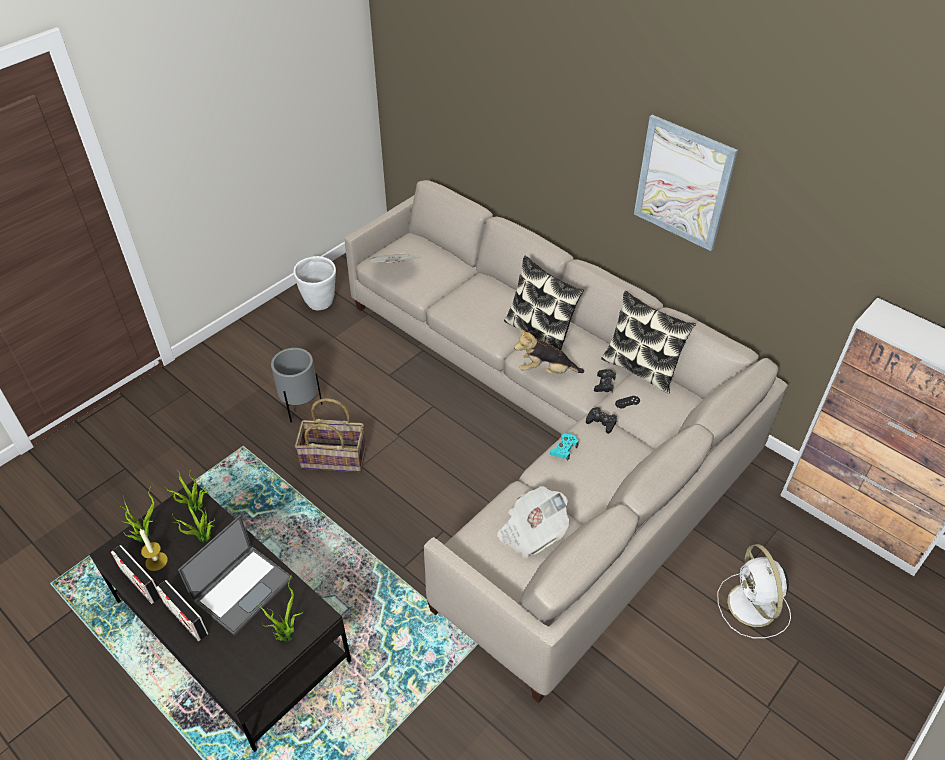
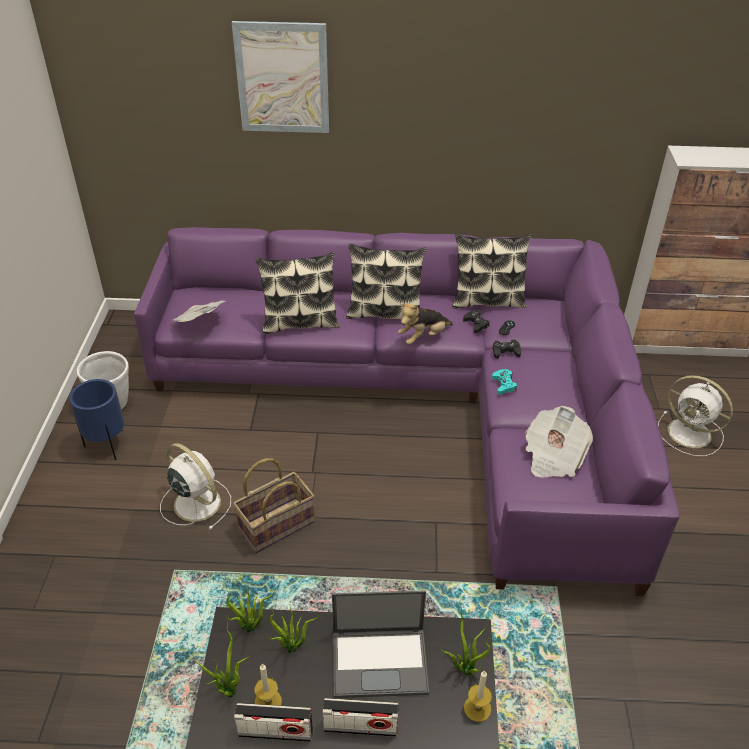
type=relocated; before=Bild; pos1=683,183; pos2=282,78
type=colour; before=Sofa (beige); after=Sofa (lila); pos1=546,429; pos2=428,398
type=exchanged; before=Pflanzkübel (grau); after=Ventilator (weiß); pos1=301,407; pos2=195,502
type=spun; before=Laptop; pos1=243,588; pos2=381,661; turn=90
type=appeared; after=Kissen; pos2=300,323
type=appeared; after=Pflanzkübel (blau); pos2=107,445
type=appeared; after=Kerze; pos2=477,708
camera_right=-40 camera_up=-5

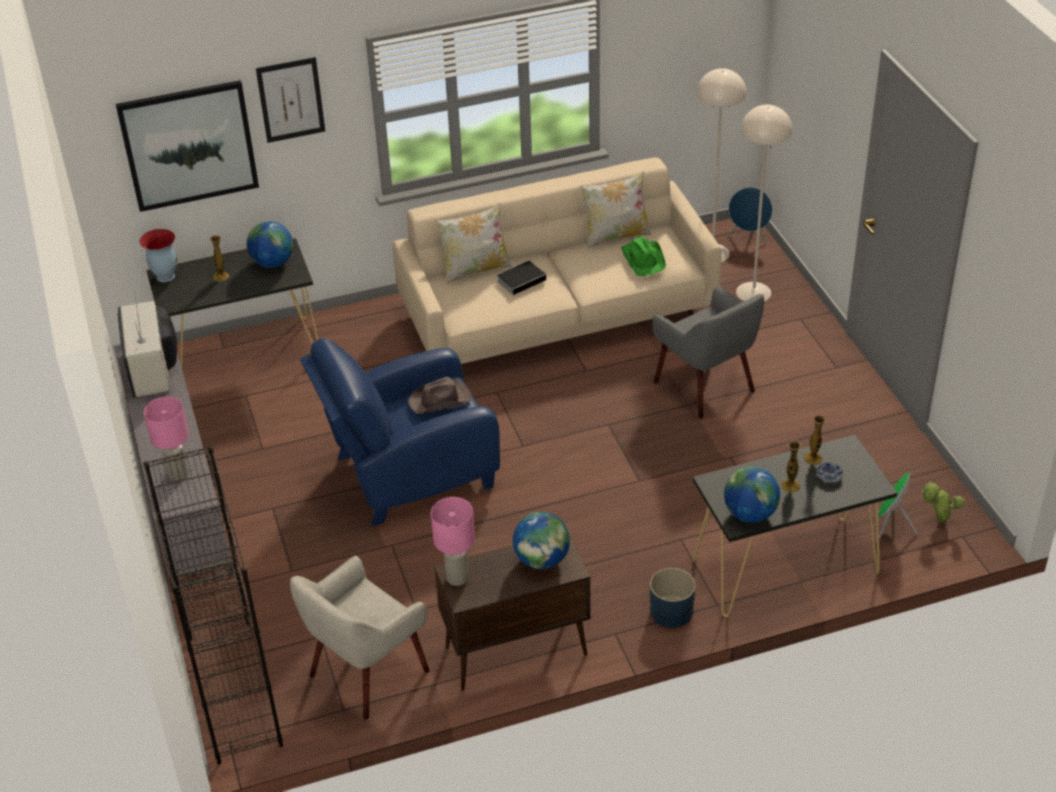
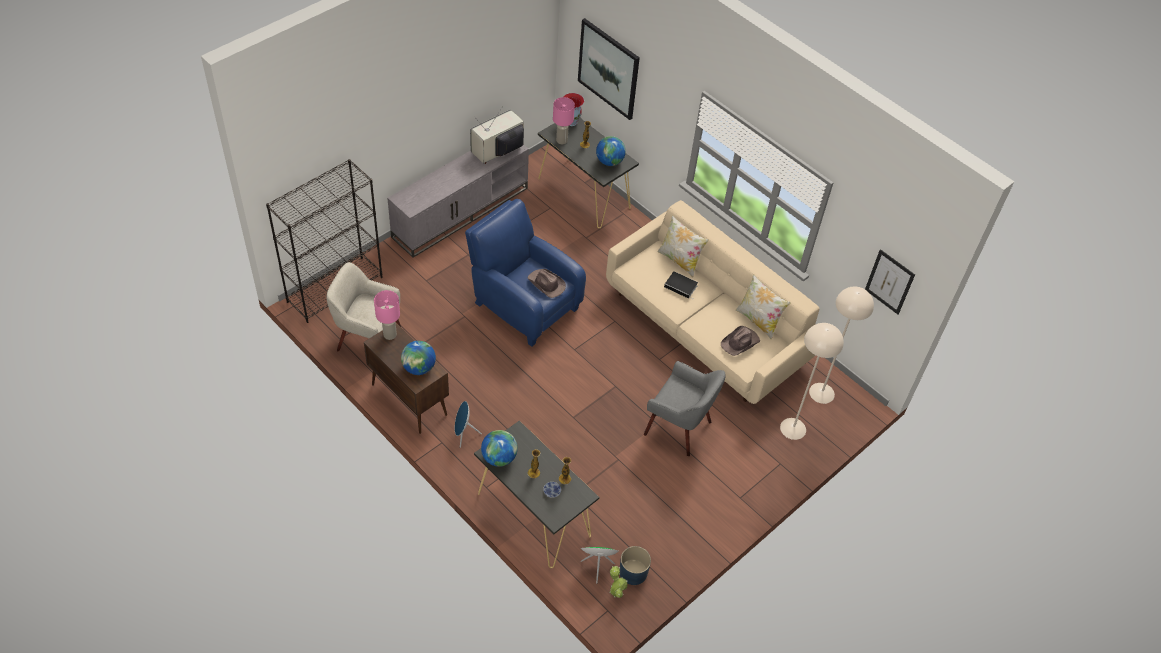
type=relocated; before=Bild; pos1=291,100; pos2=889,282
type=relocated; before=Lautsprecher (blau); pos1=749,237; pos2=463,434
type=colour; before=Hut (grün); after=Hut (braun); pos1=643,259; pos2=740,342
type=spun; before=Sessel (grau); pos1=706,386; pos2=679,427; turn=-90
type=relocated; before=Tischlampe (rosa); pos1=179,473; pos2=562,140
type=relocated; before=Pflanzkübel (blau); pos1=671,611; pos2=633,572
camera_right=60 camera_up=10

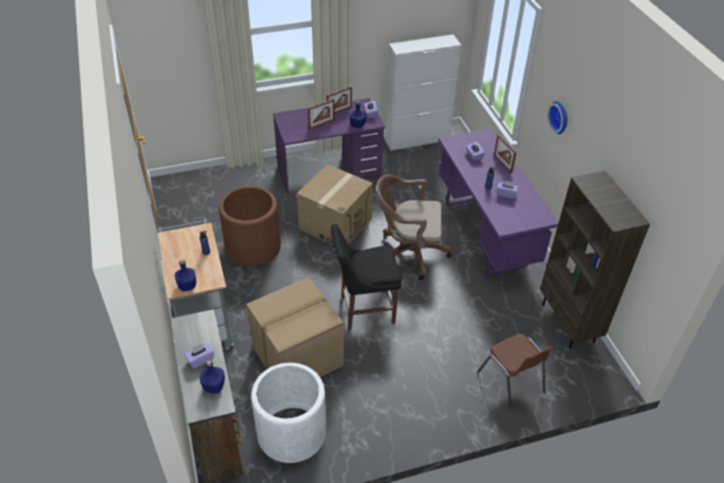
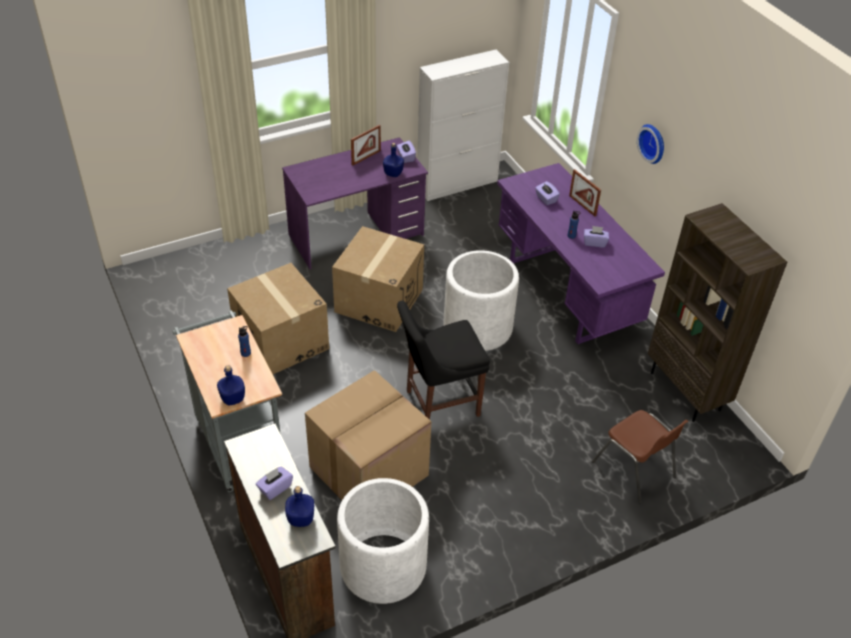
type=missing; before=Bilderrahmen; pos1=321,124
type=exchanged; before=Bürostuhl (braun); after=Pflanzkübel (weiß); pos1=408,253; pos2=477,327
type=exchanged; before=Pflanzkübel (braun); after=Karton; pos1=253,247; pos2=281,341
camera_right=-10 camera_up=0

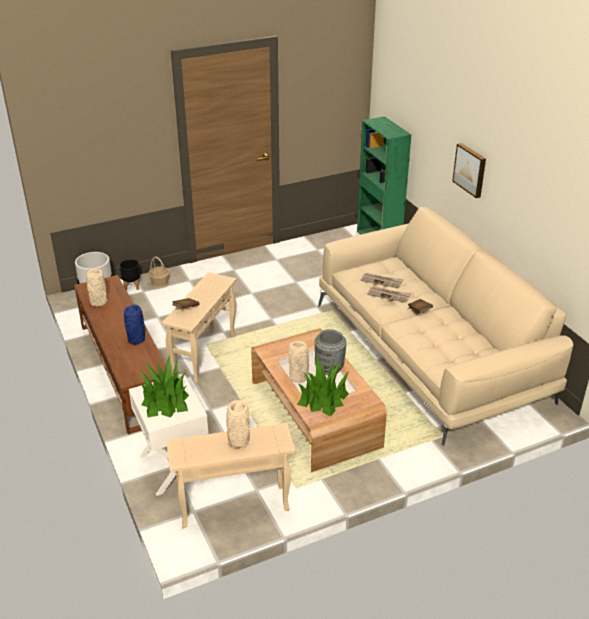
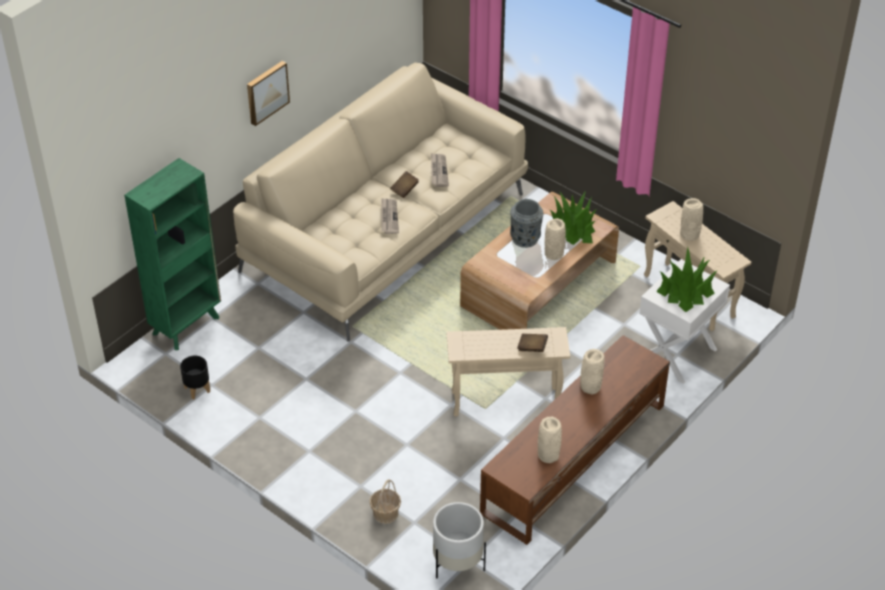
type=relocated; before=Pflanzkübel (schwarz); pos1=132,286; pos2=197,390
type=relocated; before=Zeitung; pos1=381,281; pos2=438,171
type=colour; before=Vase (blau); after=Vase (beige); pos1=136,339; pos2=590,387
camera_right=-115 camera_up=10

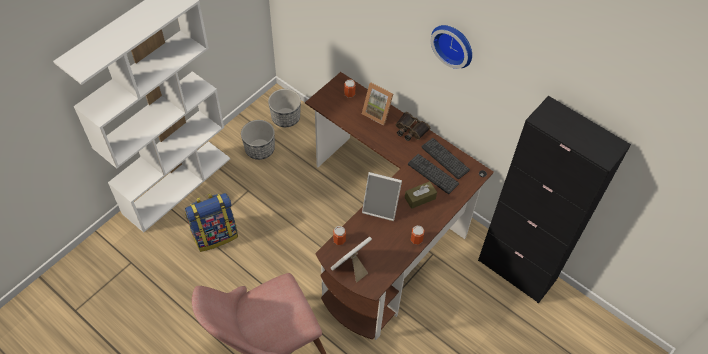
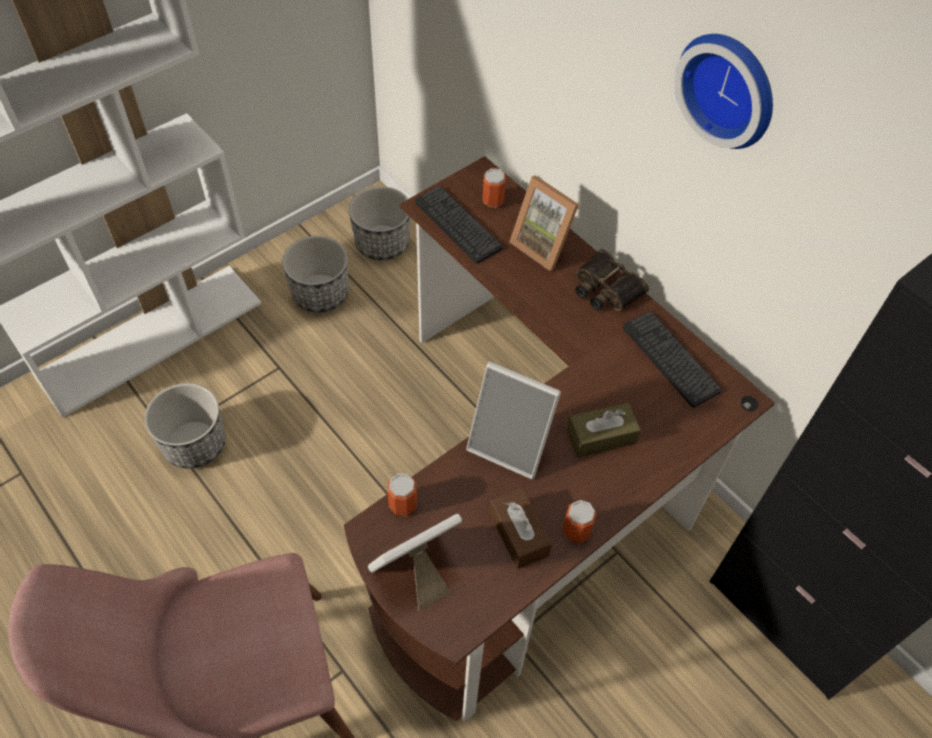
type=relocated; before=Tastatur; pos1=433,174; pos2=457,225
type=exchanged; before=Rucksack; after=Pflanzkübel; pos1=215,234; pos2=195,443
type=appeared; after=Taschentuchbox (braun); pos2=518,534
camera_right=10 camera_up=0

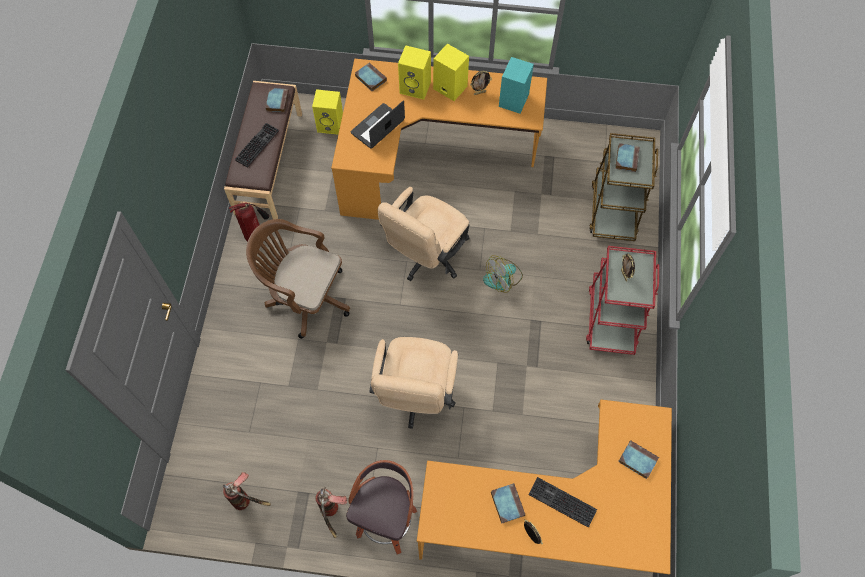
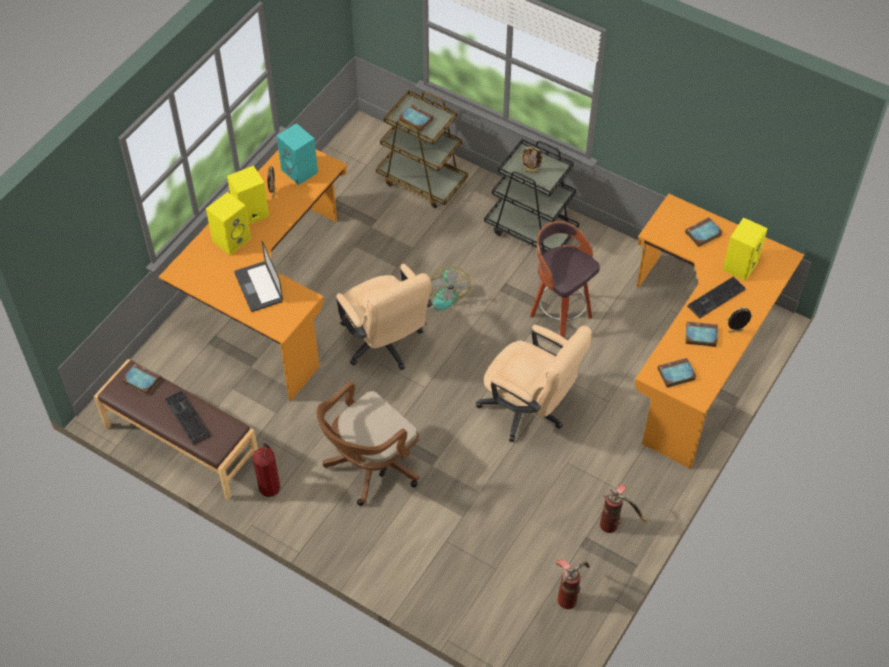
type=relocated; before=Buch; pos1=370,78; pos2=675,375
type=relocated; before=Lautsprecher (gelb); pos1=331,124; pos2=739,264
type=colour; before=Rollwagen (rot); after=Rollwagen (schwarz); pos1=611,318; pos2=531,230
type=relocated; before=Hocker; pos1=387,521; pos2=559,315
camera_right=-65 camera_up=-10

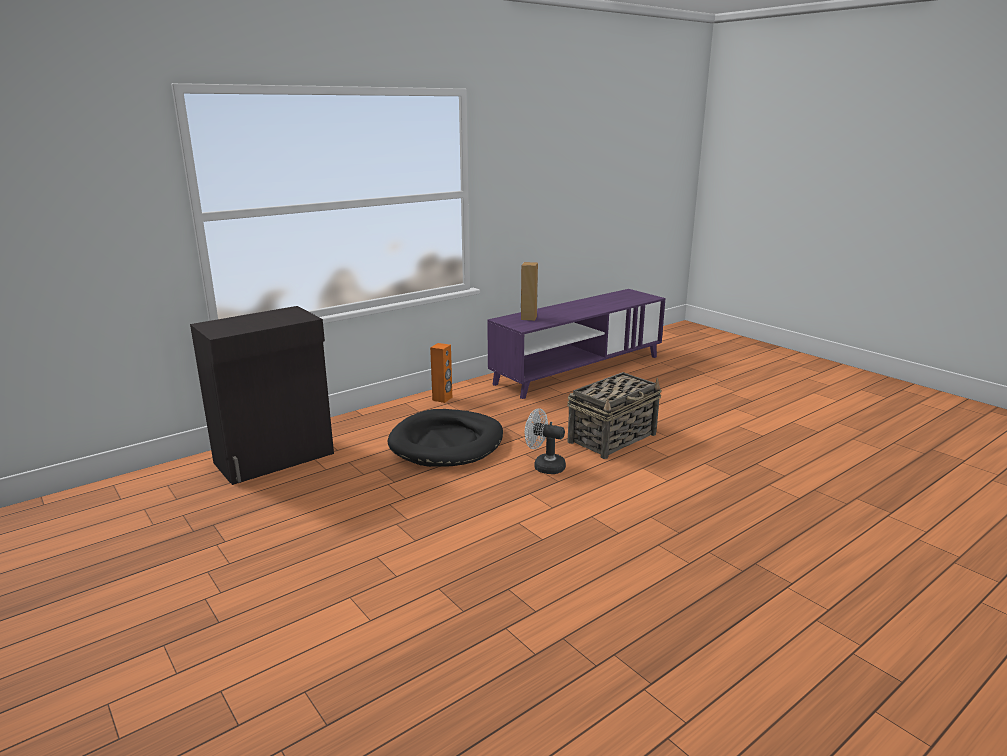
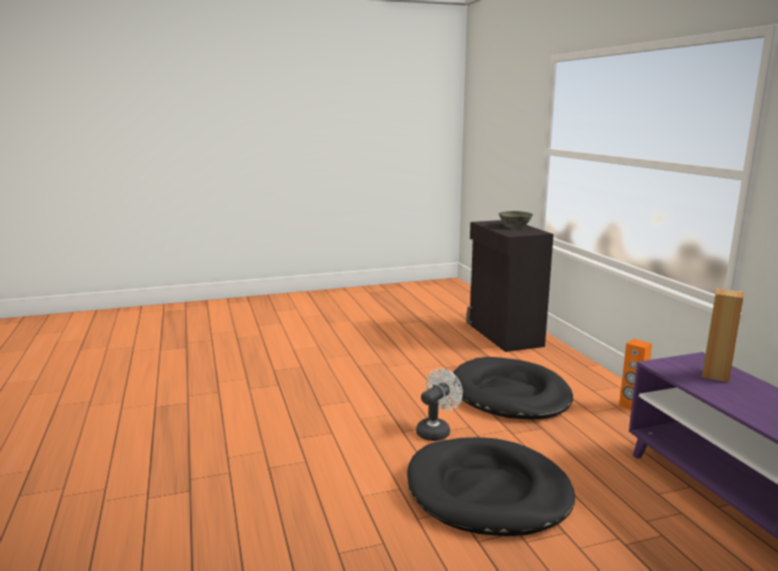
type=exchanged; before=Korb; after=Hundebett (schwarz); pos1=613,438; pos2=488,491
type=appeared; after=Schüssel (grau); pos2=514,227
camera_right=110 camera_up=-5

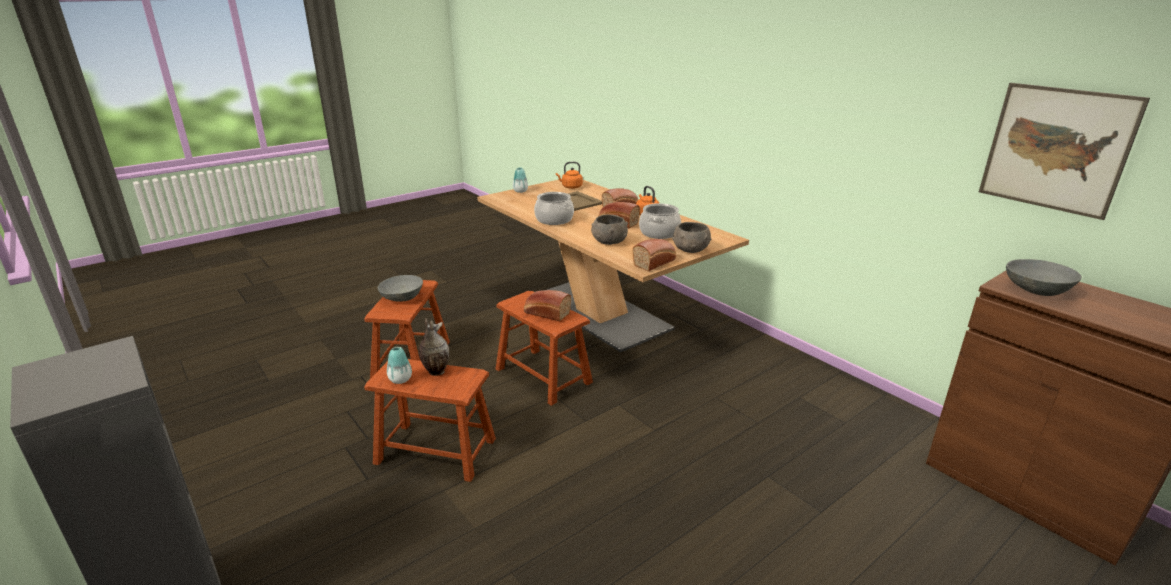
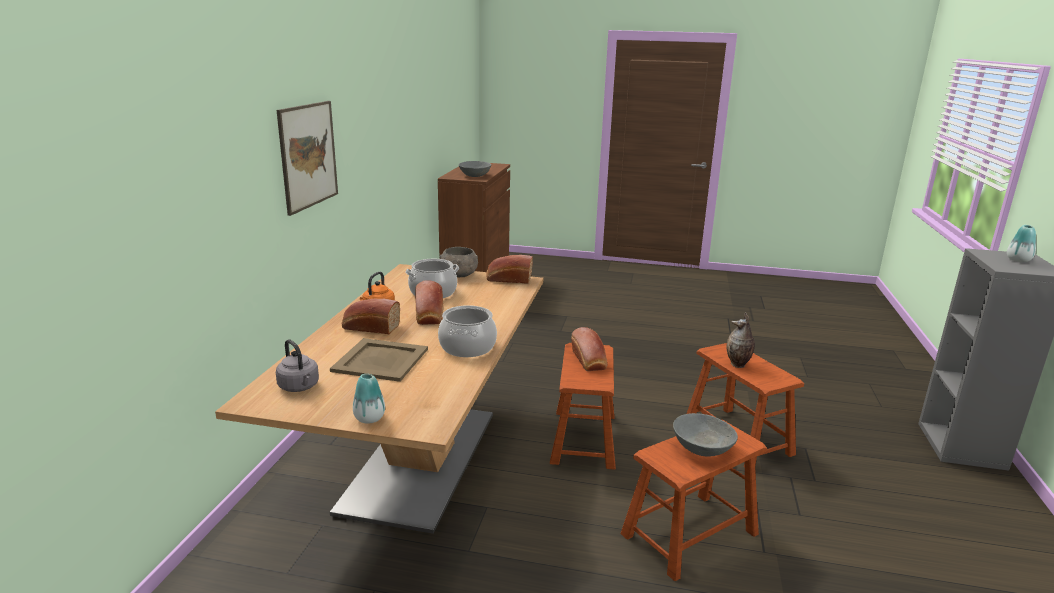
type=relocated; before=Bild; pos1=1056,149; pos2=308,155
type=colour; before=Wasserkessel (orange); after=Wasserkessel (grau); pos1=570,187; pos2=299,387
type=missing; before=Schüssel (grau); pos1=609,241
type=relocated; before=Vase; pos1=400,379; pos2=1018,260
camera_right=-130 camera_up=-5

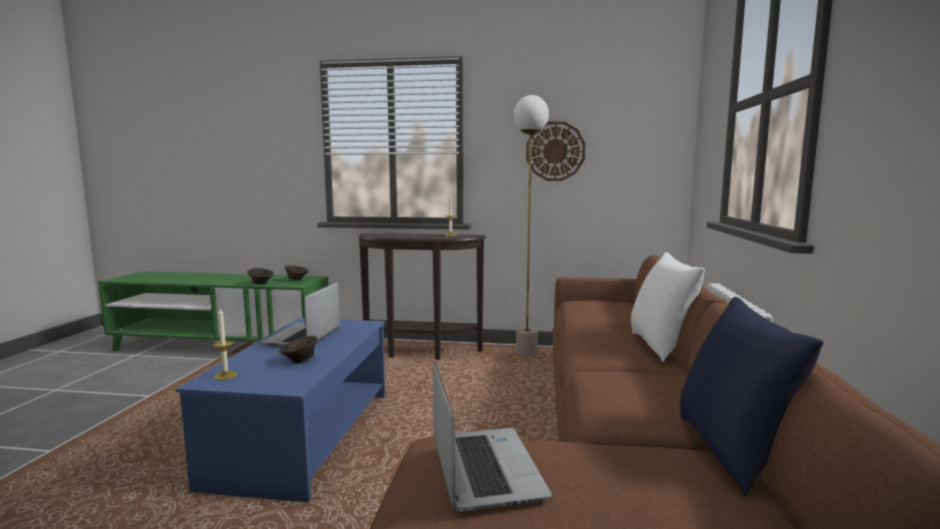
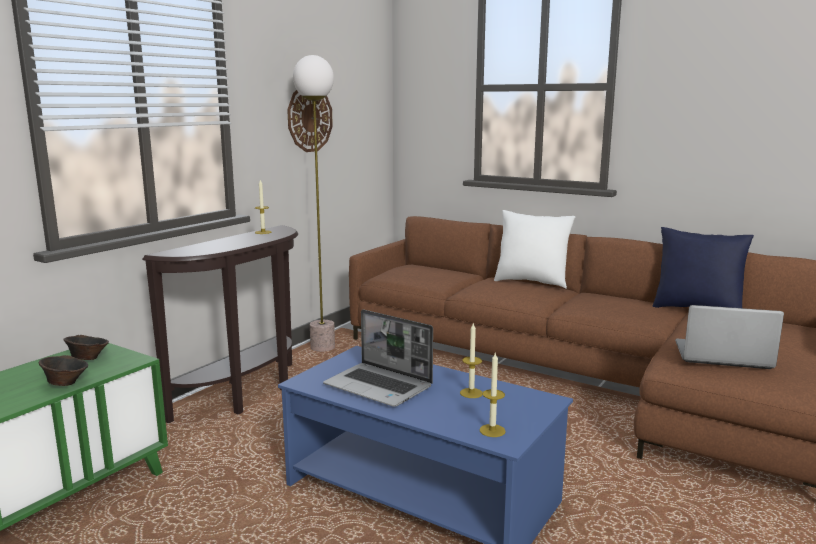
type=exchanged; before=Schüssel (braun); after=Kerze; pos1=300,361; pos2=471,393
camera_right=-65 camera_up=5

